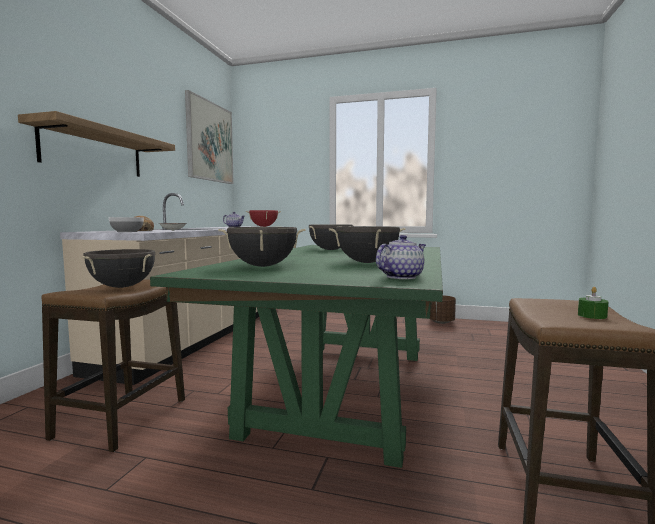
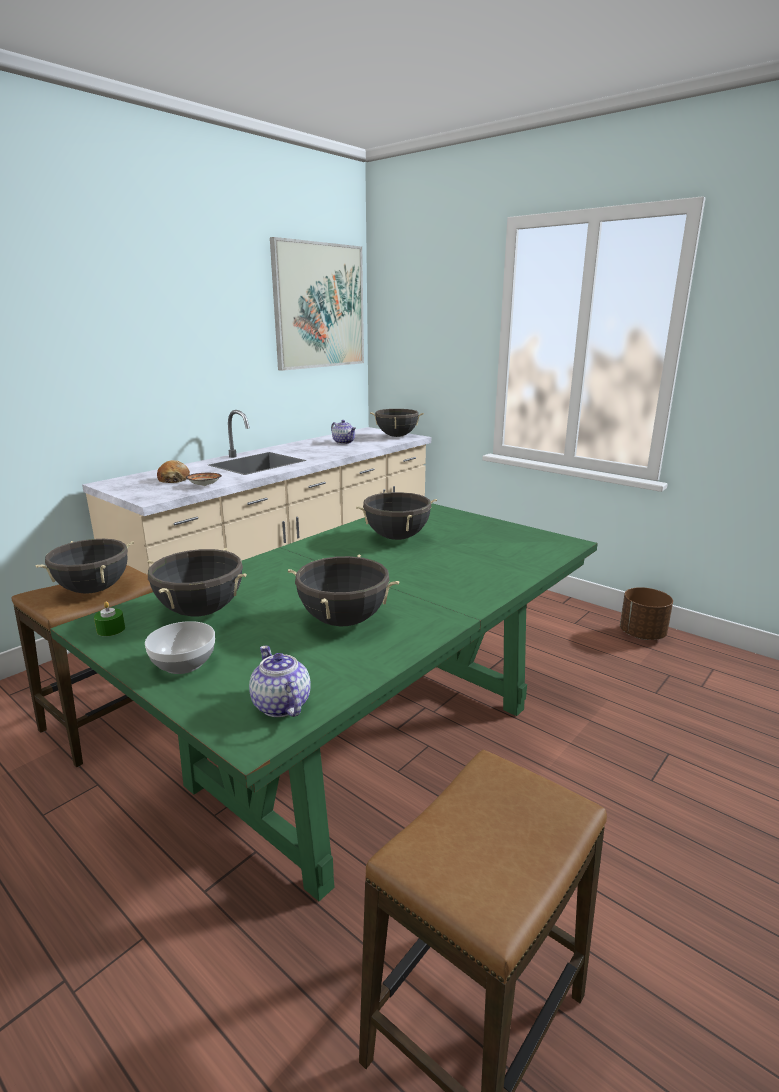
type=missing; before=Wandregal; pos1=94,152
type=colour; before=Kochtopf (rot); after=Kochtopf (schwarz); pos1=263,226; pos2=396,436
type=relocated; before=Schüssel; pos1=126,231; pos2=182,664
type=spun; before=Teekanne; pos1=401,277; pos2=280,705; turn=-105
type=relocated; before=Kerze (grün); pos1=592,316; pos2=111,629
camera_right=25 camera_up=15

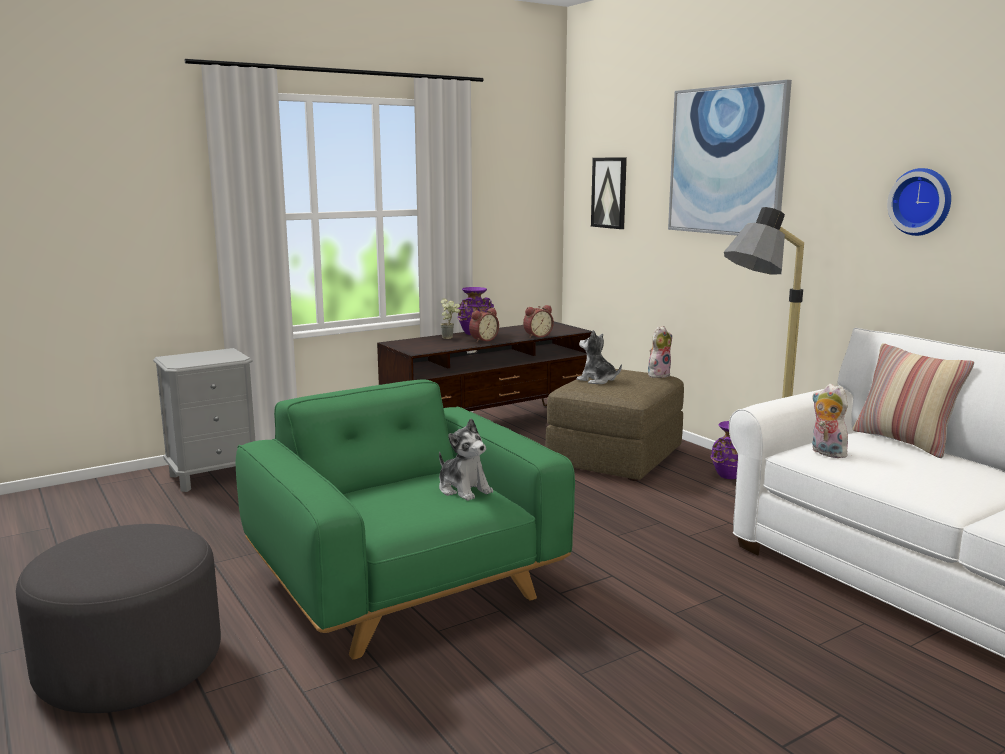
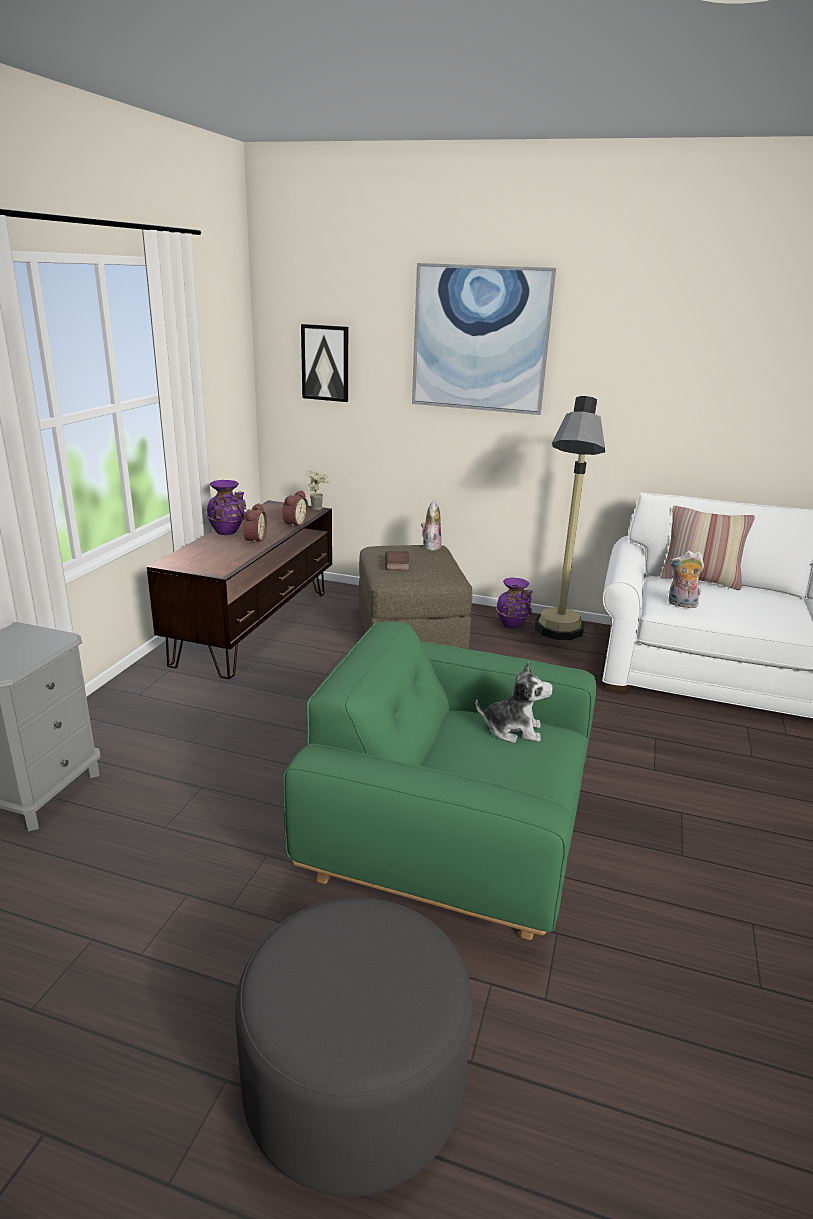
type=missing; before=Wanduhr; pos1=922,202
type=relocated; before=Topfpflanze; pos1=450,338; pos2=318,508
type=exchanged; before=Plüschtier; after=Buch; pos1=597,380; pos2=398,564
camera_right=-40 camera_up=10

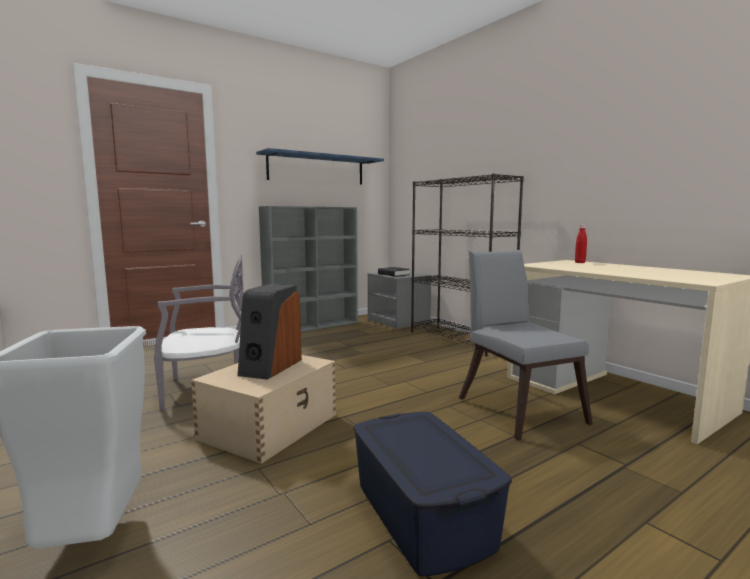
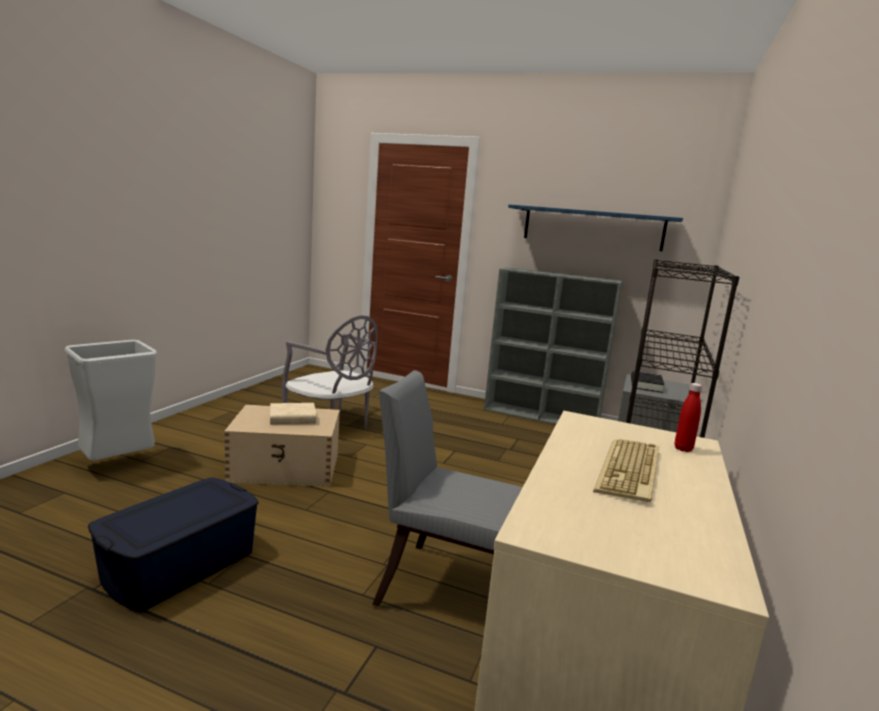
type=spun; before=Stuhl (grau); pos1=517,407; pos2=444,586; turn=-105
type=exchanged; before=Lautsprecher; after=Buch (beige); pos1=270,367; pos2=292,418
type=appeared; after=Tastatur; pos2=631,471
camera_right=55 camera_up=5

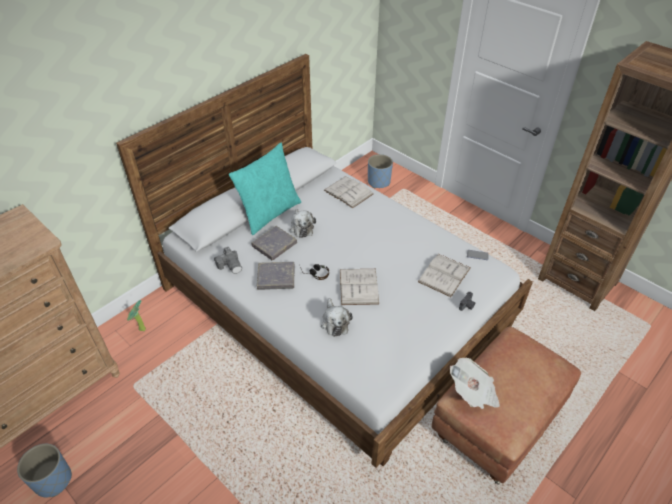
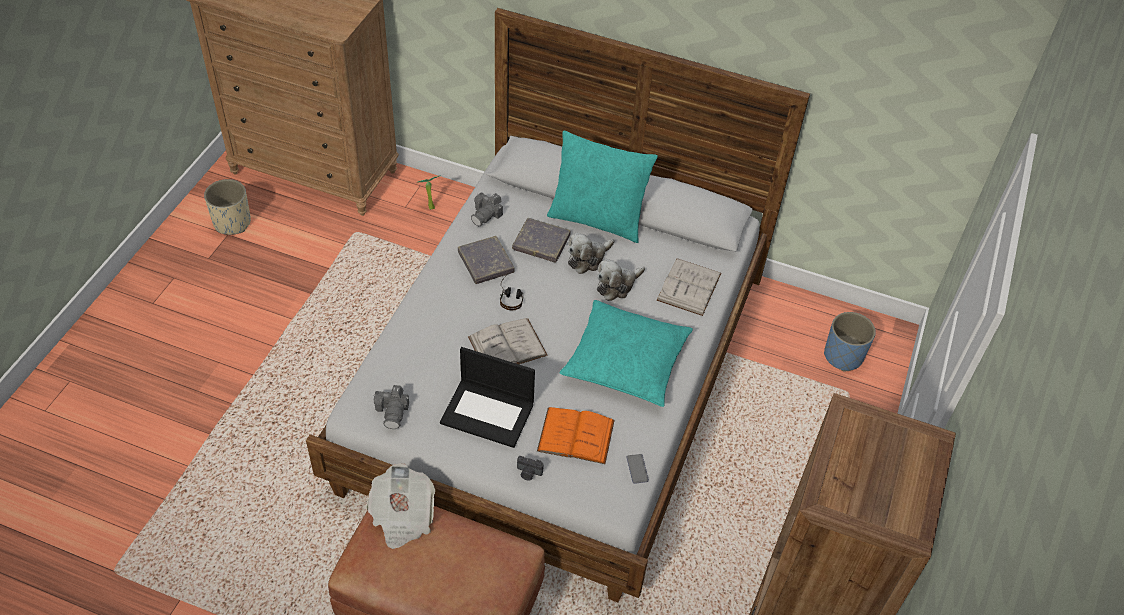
type=colour; before=Buch (weiß); after=Buch (orange); pos1=444,275; pos2=576,435
type=relocated; before=Plüschtier; pos1=334,322; pos2=617,285
type=colour; before=Pflanzkübel (blau); after=Pflanzkübel (beige); pos1=53,480; pos2=232,223
type=appeared; after=Kissen (türkis); pos2=625,361
type=appeared; after=Laptop; pos2=488,413
type=appeared; after=Kamera; pos2=393,412
camera_right=65 camera_up=5

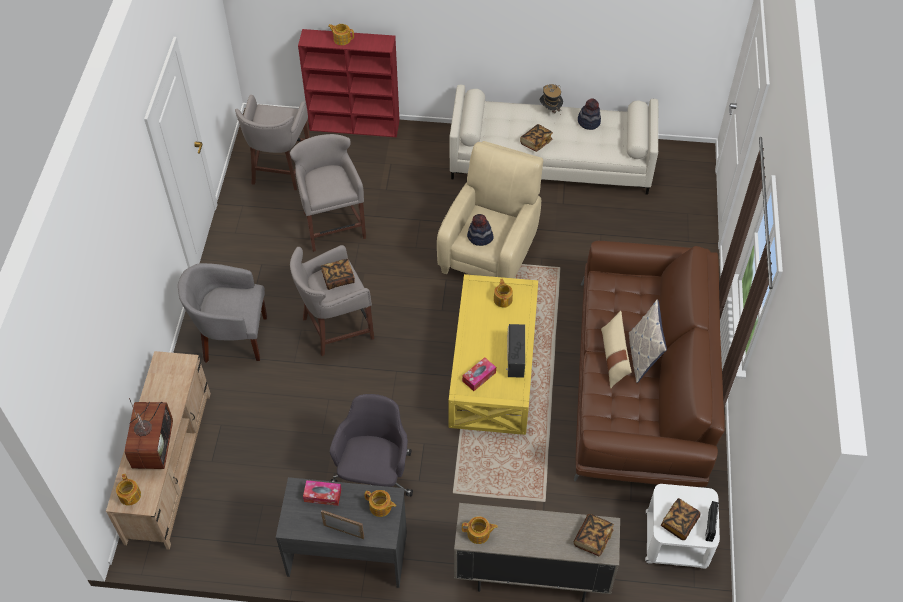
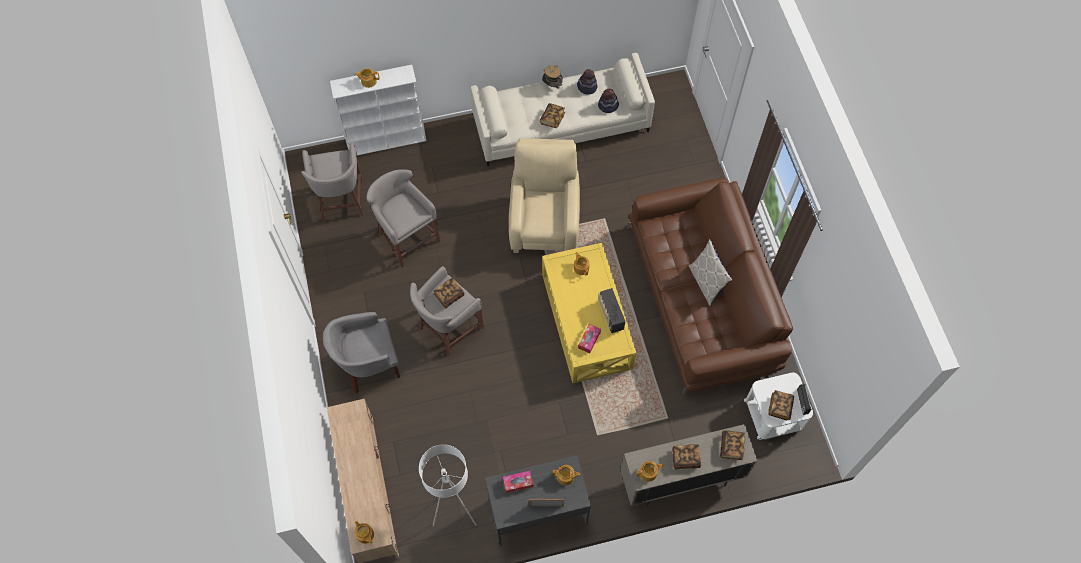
type=colour; before=Bücherregal (rot); after=Bücherregal (weiß); pos1=355,125; pos2=387,140
type=relocated; before=Hut; pos1=480,237; pos2=608,106
type=missing; before=Kissen (beige); pos1=614,357
type=missing; before=Bürostuhl (grau); pos1=374,477
type=missing; before=Fernseher; pos1=151,444
type=appeared; after=Stehlampe (weiß); pos2=455,511
type=appeared; after=Buch; pos2=685,458
camera_right=-20 camera_up=10

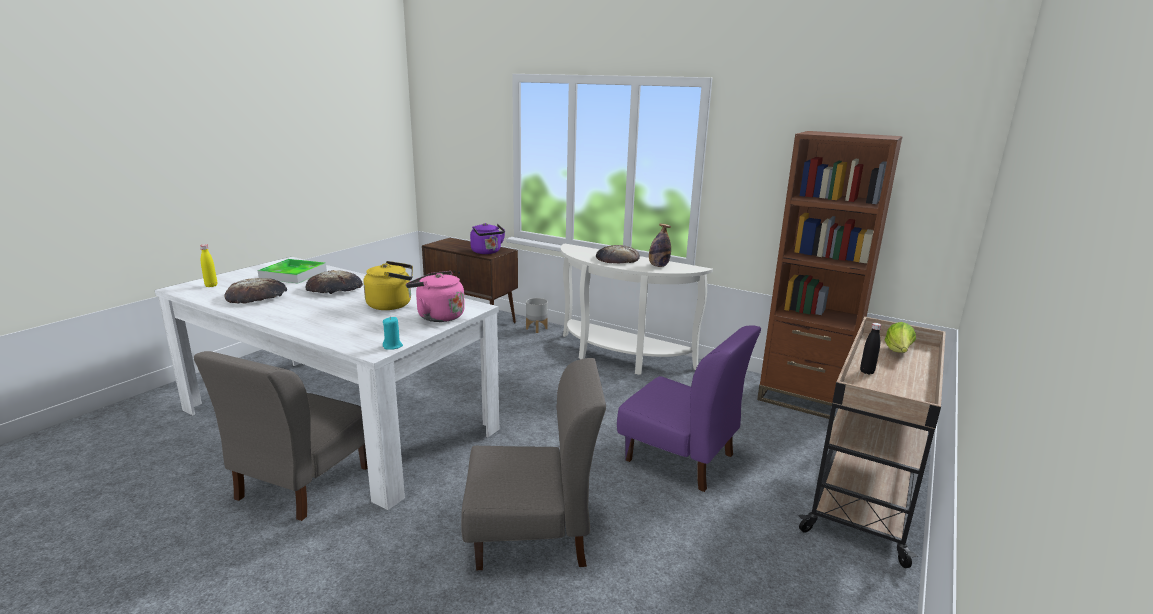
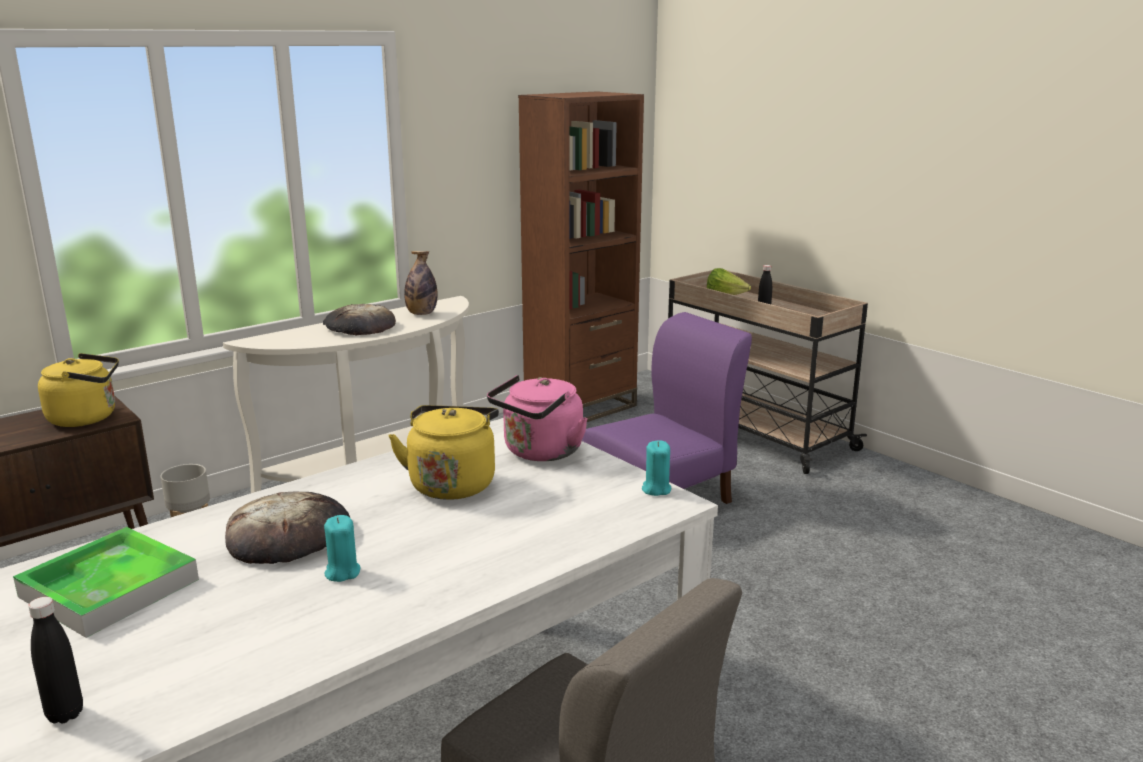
type=colour; before=Wasserkessel (lila); after=Wasserkessel (gelb); pos1=487,252; pos2=87,418
type=colour; before=Flasche (gelb); after=Flasche (schwarz); pos1=211,286; pos2=65,714
type=missing; before=Brot; pos1=257,296
type=missing; before=Stuhl (grau); pos1=531,535
type=appeared; after=Kerze (türkis); pos2=342,572
camera_right=-70 camera_up=0

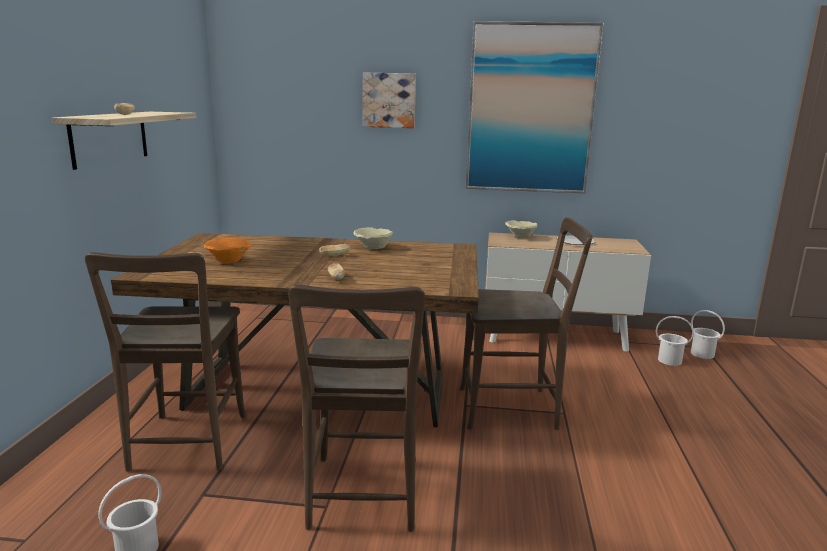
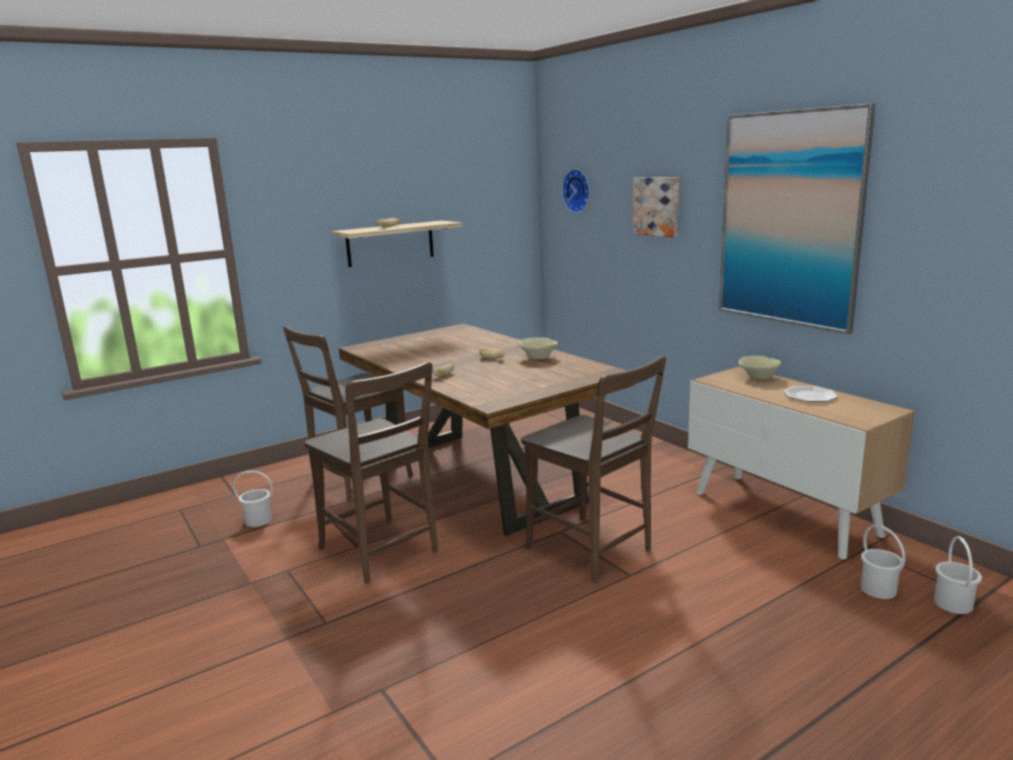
type=missing; before=Schüssel (orange); pos1=229,261
type=spun; before=Stuhl (braun); pos1=363,498; pos2=382,552; turn=-90
type=appeared; after=Wanduhr; pos2=578,190
camera_right=50 camera_up=0

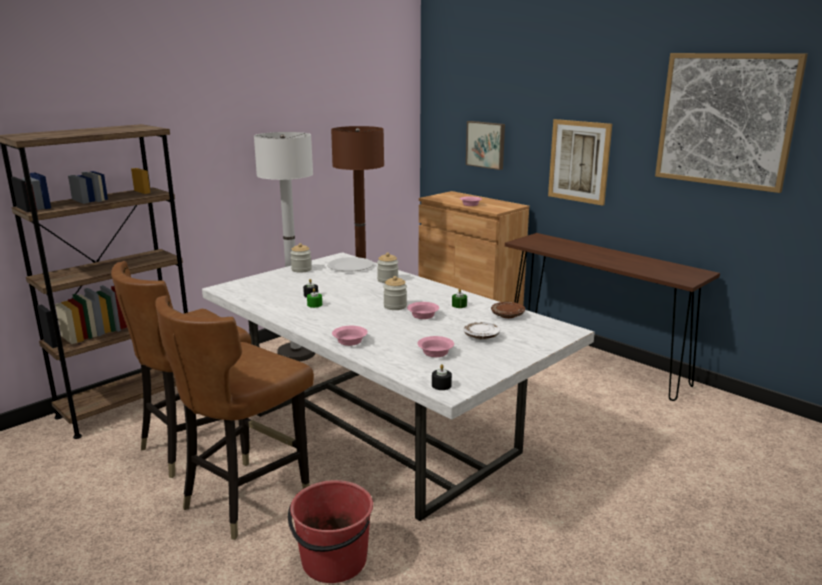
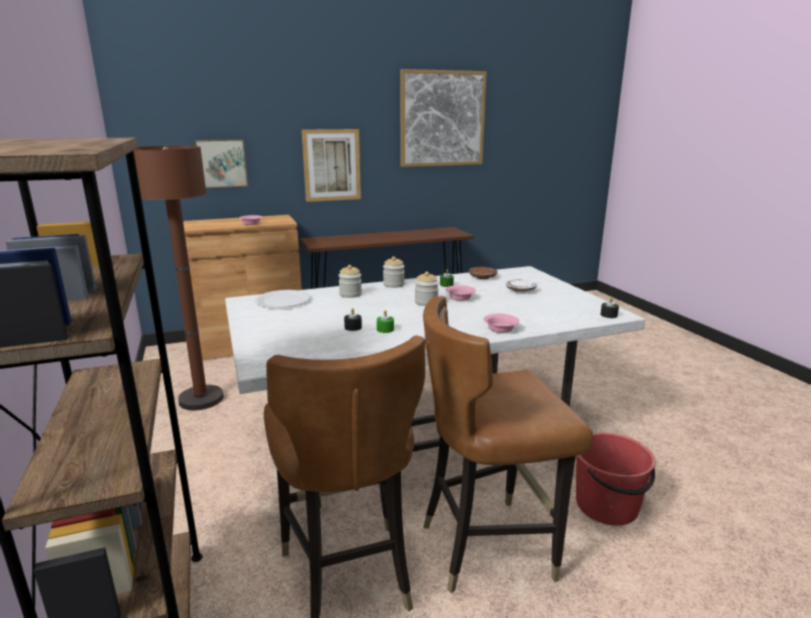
type=missing; before=Stehlampe (weiß); pos1=296,353
type=relocated; before=Vorratsglas; pos1=301,269; pos2=393,284
type=spun; before=Stuhl (braun); pos1=246,498; pos2=488,546; turn=105
type=missing; before=Schüssel (rosa); pos1=436,352
camera_right=-65 camera_up=0

